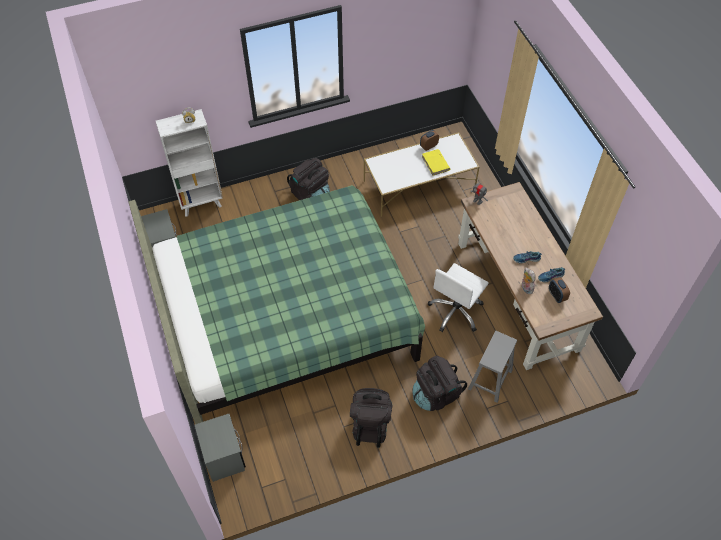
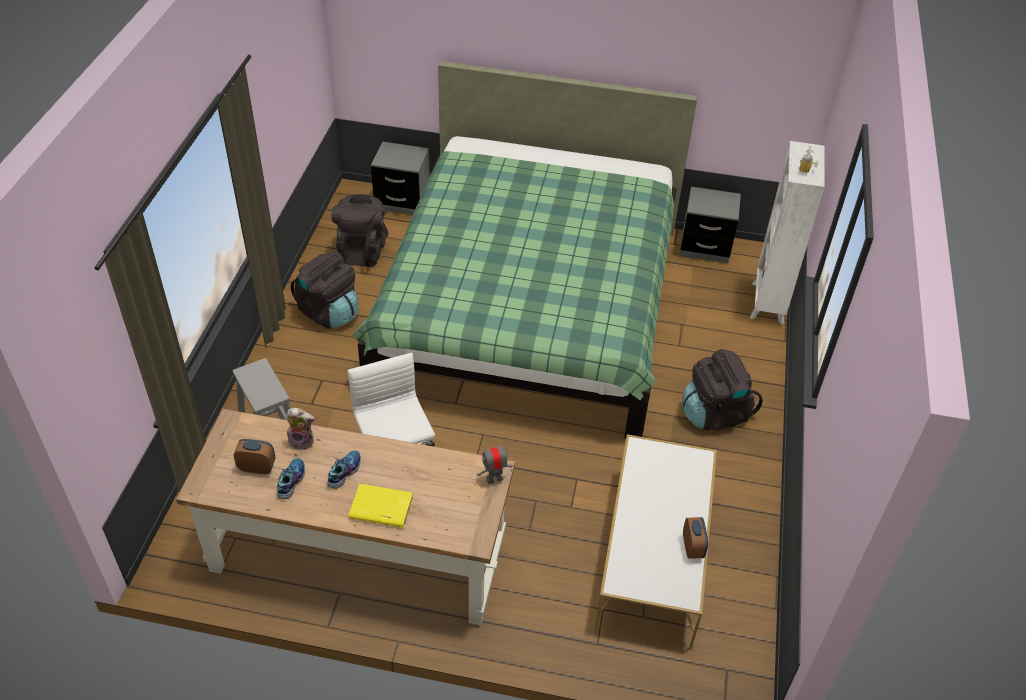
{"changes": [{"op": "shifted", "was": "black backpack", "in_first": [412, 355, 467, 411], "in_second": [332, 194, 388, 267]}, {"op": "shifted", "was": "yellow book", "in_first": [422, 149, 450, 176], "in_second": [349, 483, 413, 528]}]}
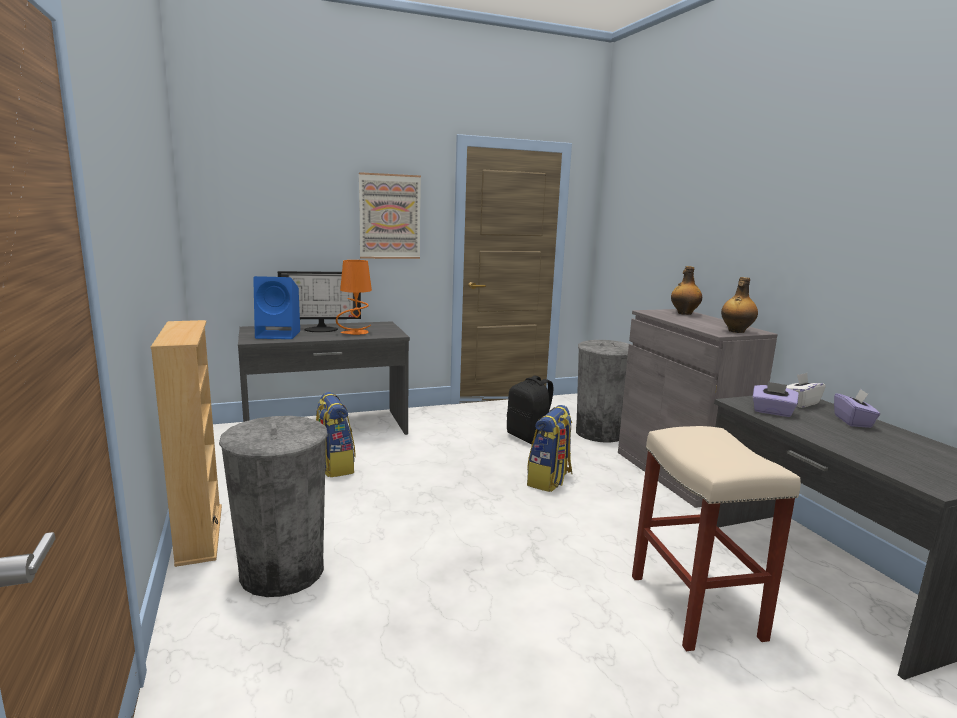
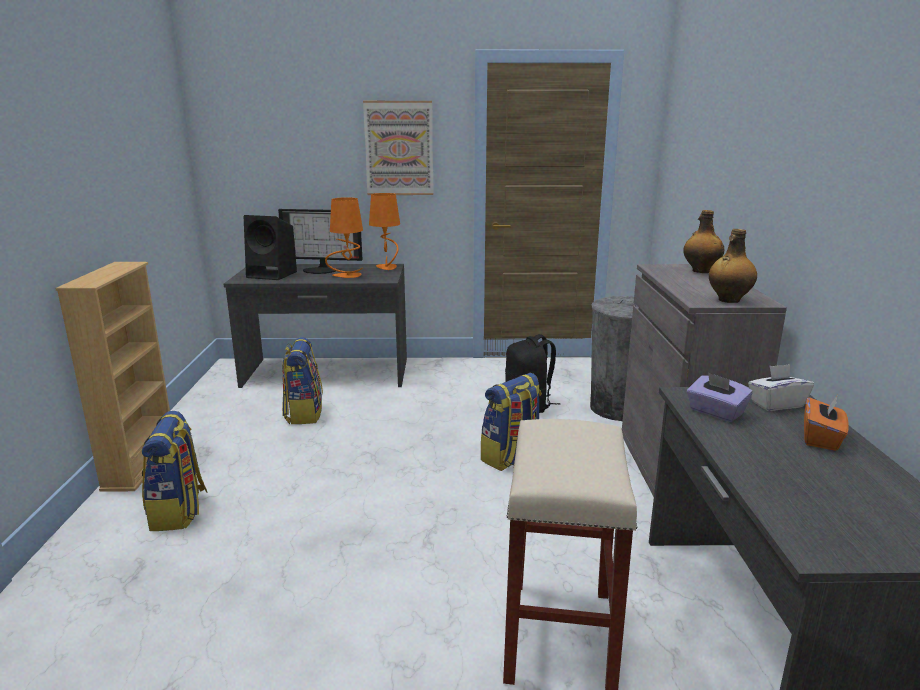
{"changes": [{"op": "swapped", "was": "grey trash can", "now": "backpack", "in_first": [219, 416, 328, 597], "in_second": [142, 411, 208, 531]}, {"op": "repainted", "was": "blue speaker", "now": "black speaker", "in_first": [253, 276, 300, 339], "in_second": [244, 215, 297, 280]}, {"op": "repainted", "was": "purple tissue box", "now": "orange tissue box", "in_first": [834, 389, 880, 428], "in_second": [804, 396, 849, 451]}, {"op": "new", "now": "orange table lamp", "in_second": [369, 193, 400, 270]}]}
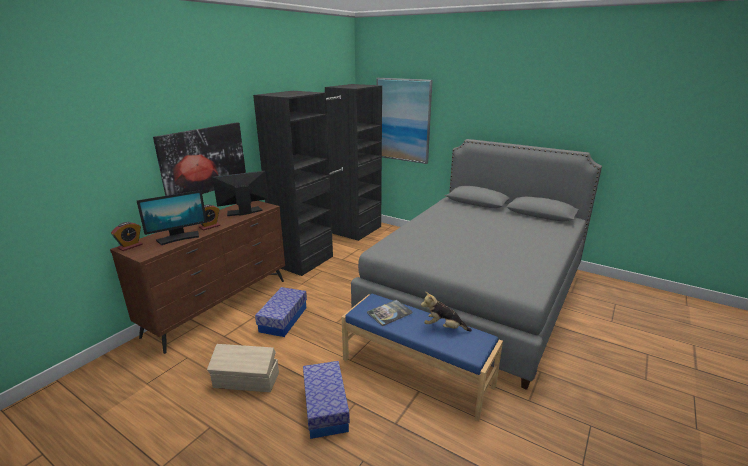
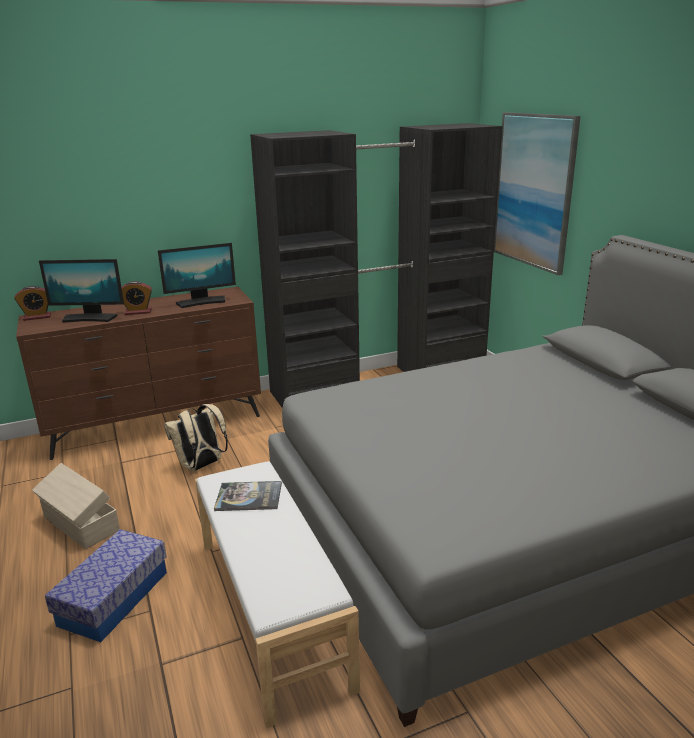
{"changes": [{"op": "gone", "was": "picture", "in_first": [153, 122, 246, 196]}, {"op": "rotated", "was": "monitor", "in_first": [212, 171, 268, 216], "in_second": [158, 243, 236, 308], "clockwise": 150}, {"op": "swapped", "was": "storage box", "now": "beige backpack", "in_first": [255, 287, 307, 337], "in_second": [164, 404, 228, 471]}, {"op": "repainted", "was": "blue bench", "now": "white bench", "in_first": [342, 294, 503, 421], "in_second": [195, 461, 360, 728]}, {"op": "gone", "was": "plush toy", "in_first": [421, 291, 472, 332]}]}
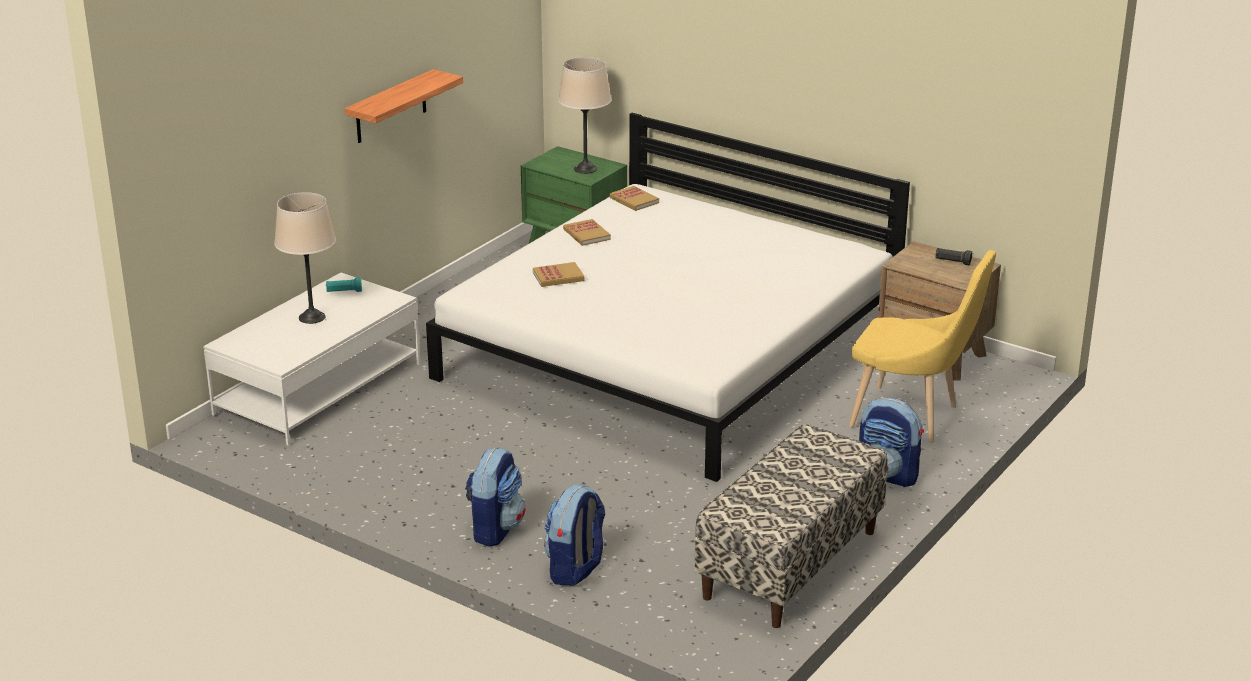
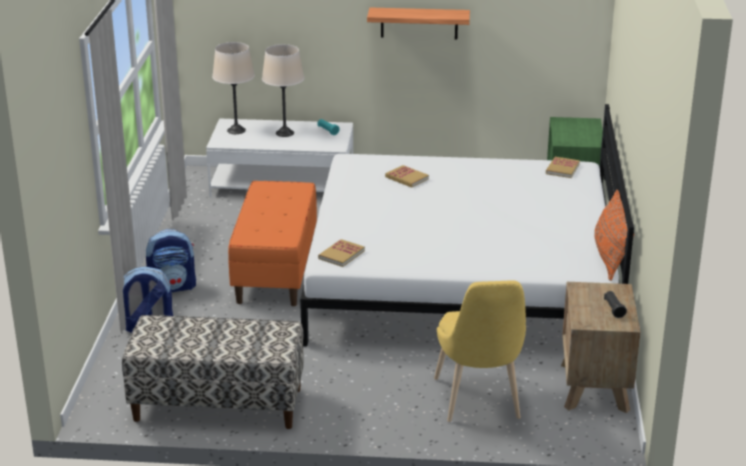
{"changes": [{"op": "shifted", "was": "beige table lamp", "in_first": [558, 57, 611, 174], "in_second": [212, 42, 255, 134]}, {"op": "shifted", "was": "book", "in_first": [563, 219, 611, 246], "in_second": [318, 239, 365, 267]}, {"op": "gone", "was": "backpack", "in_first": [859, 398, 924, 487]}, {"op": "new", "now": "orange bench", "in_second": [228, 181, 317, 306]}, {"op": "new", "now": "orange pillow", "in_second": [594, 190, 634, 281]}]}
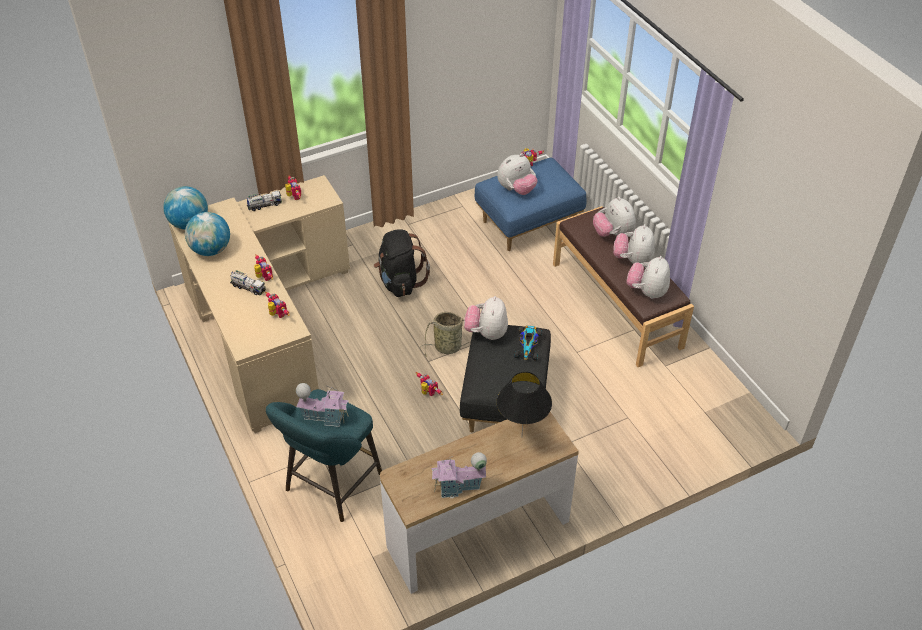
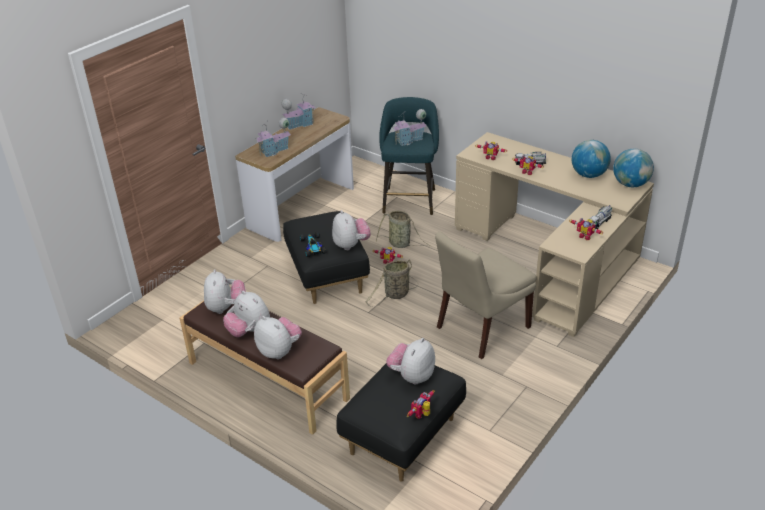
{"changes": [{"op": "swapped", "was": "black backpack", "now": "beige chair", "in_first": [374, 229, 430, 297], "in_second": [435, 232, 536, 359]}, {"op": "repainted", "was": "blue ottoman", "now": "black ottoman", "in_first": [475, 158, 586, 251], "in_second": [336, 363, 466, 482]}, {"op": "swapped", "was": "black table lamp", "now": "toy house", "in_first": [497, 372, 552, 434], "in_second": [256, 118, 291, 157]}, {"op": "rotated", "was": "plush toy", "in_first": [613, 224, 655, 264], "in_second": [223, 290, 270, 337], "clockwise": 150}, {"op": "new", "now": "basket", "in_second": [376, 211, 431, 248]}]}
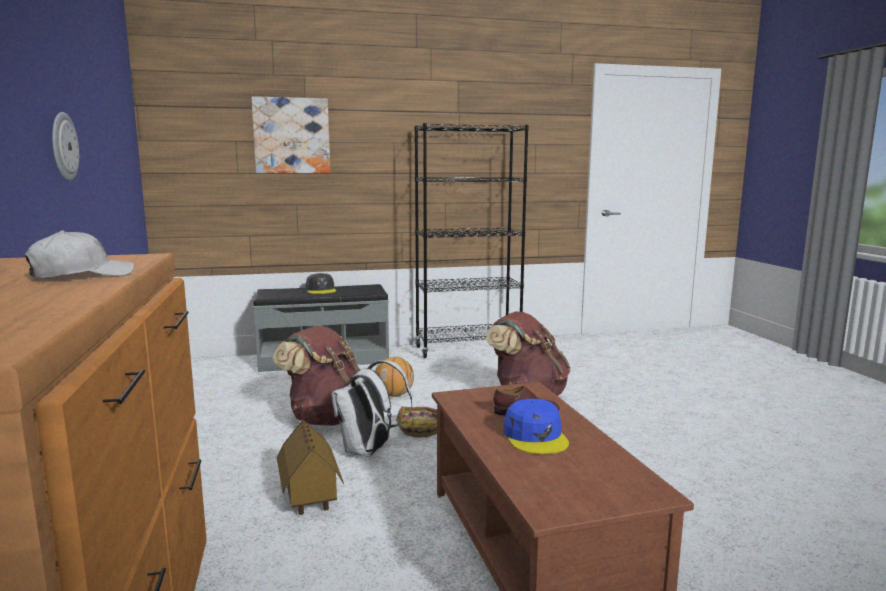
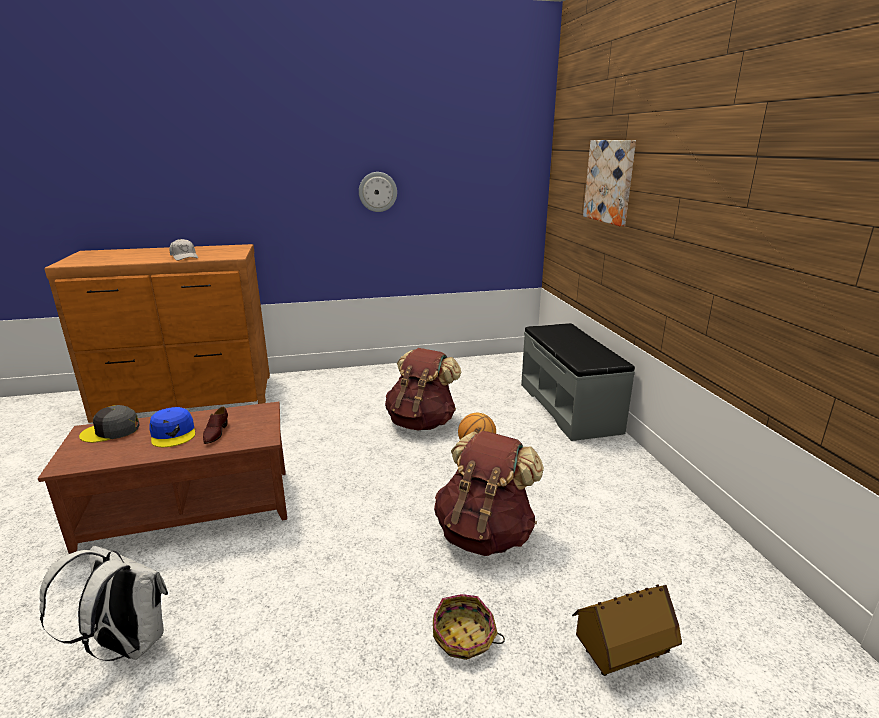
{"changes": [{"op": "shifted", "was": "toy house", "in_first": [277, 419, 344, 515], "in_second": [572, 584, 682, 676]}, {"op": "shifted", "was": "grey cap", "in_first": [306, 273, 336, 294], "in_second": [79, 405, 139, 443]}, {"op": "shifted", "was": "white backpack", "in_first": [331, 360, 412, 457], "in_second": [40, 546, 168, 661]}, {"op": "shifted", "was": "basket", "in_first": [396, 407, 437, 438], "in_second": [433, 594, 505, 660]}, {"op": "gone", "was": "black bookcase", "in_first": [414, 123, 529, 358]}, {"op": "rotated", "was": "blue cap", "in_first": [504, 399, 569, 454], "in_second": [149, 407, 195, 447], "clockwise": -105}]}
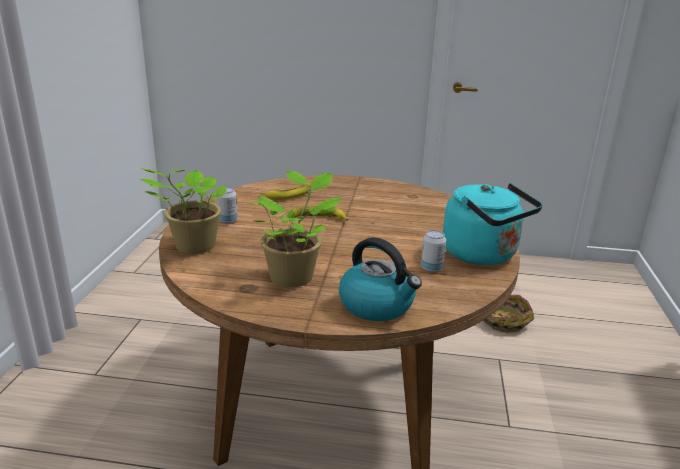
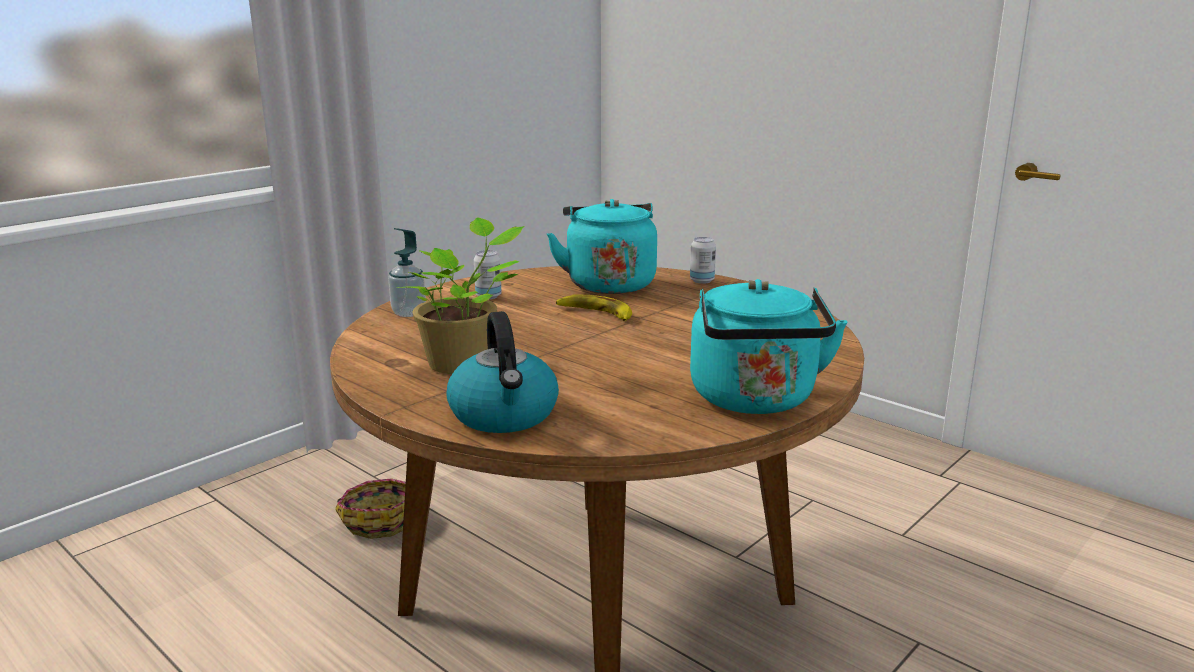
{"changes": [{"op": "swapped", "was": "potted plant", "now": "soap dispenser", "in_first": [140, 168, 227, 254], "in_second": [388, 228, 426, 317]}, {"op": "swapped", "was": "banana", "now": "turquoise kettle", "in_first": [260, 182, 311, 200], "in_second": [547, 199, 657, 294]}, {"op": "shifted", "was": "can", "in_first": [421, 230, 446, 272], "in_second": [690, 237, 716, 284]}, {"op": "shifted", "was": "basket", "in_first": [484, 295, 534, 333], "in_second": [335, 478, 406, 539]}]}
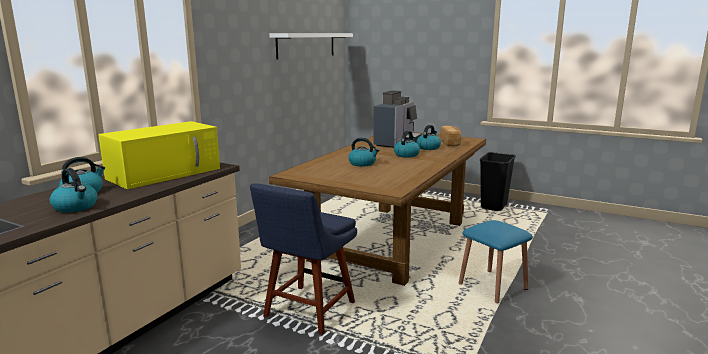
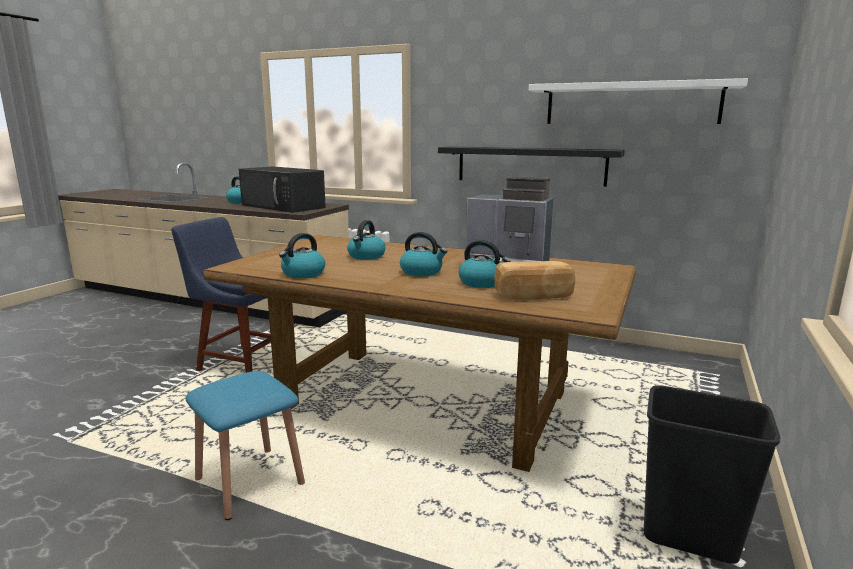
{"changes": [{"op": "shifted", "was": "kettle", "in_first": [50, 168, 97, 212], "in_second": [279, 233, 325, 278]}, {"op": "repainted", "was": "yellow microwave", "now": "black microwave", "in_first": [98, 121, 220, 189], "in_second": [239, 166, 326, 213]}, {"op": "new", "now": "black shelf", "in_second": [438, 146, 625, 187]}]}
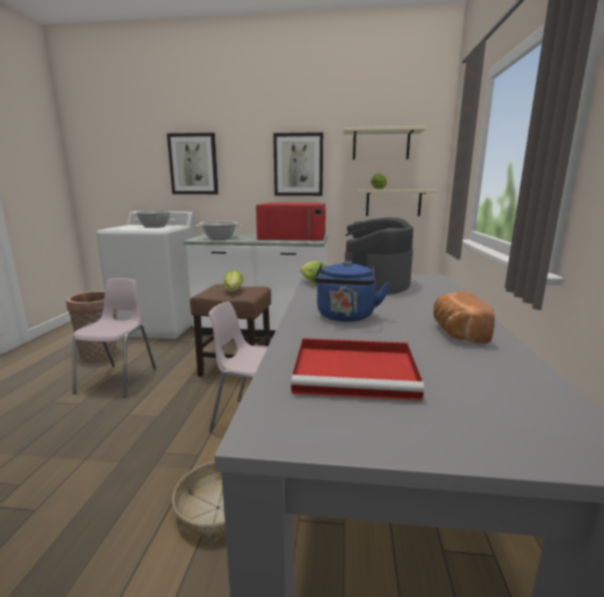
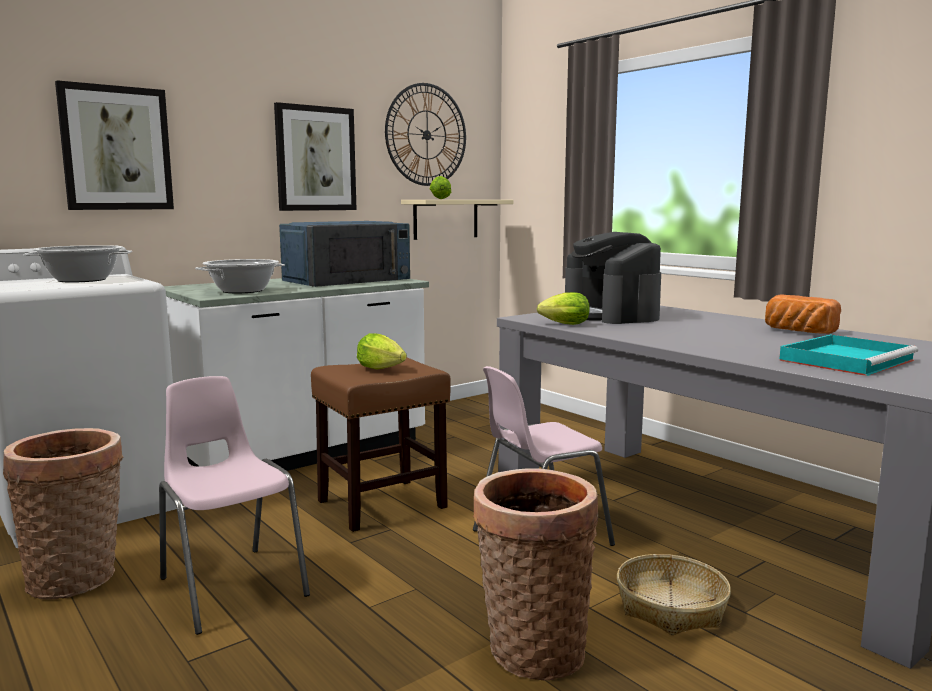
{"changes": [{"op": "repainted", "was": "red microwave", "now": "blue microwave", "in_first": [256, 203, 326, 241], "in_second": [279, 221, 410, 287]}, {"op": "repainted", "was": "red tray", "now": "turquoise tray", "in_first": [291, 338, 424, 401], "in_second": [779, 334, 918, 376]}, {"op": "gone", "was": "blue kettle", "in_first": [314, 260, 390, 322]}, {"op": "swapped", "was": "beige shelf", "now": "wall clock", "in_first": [344, 126, 427, 160], "in_second": [385, 83, 466, 186]}, {"op": "new", "now": "basket", "in_second": [473, 468, 598, 680]}]}
